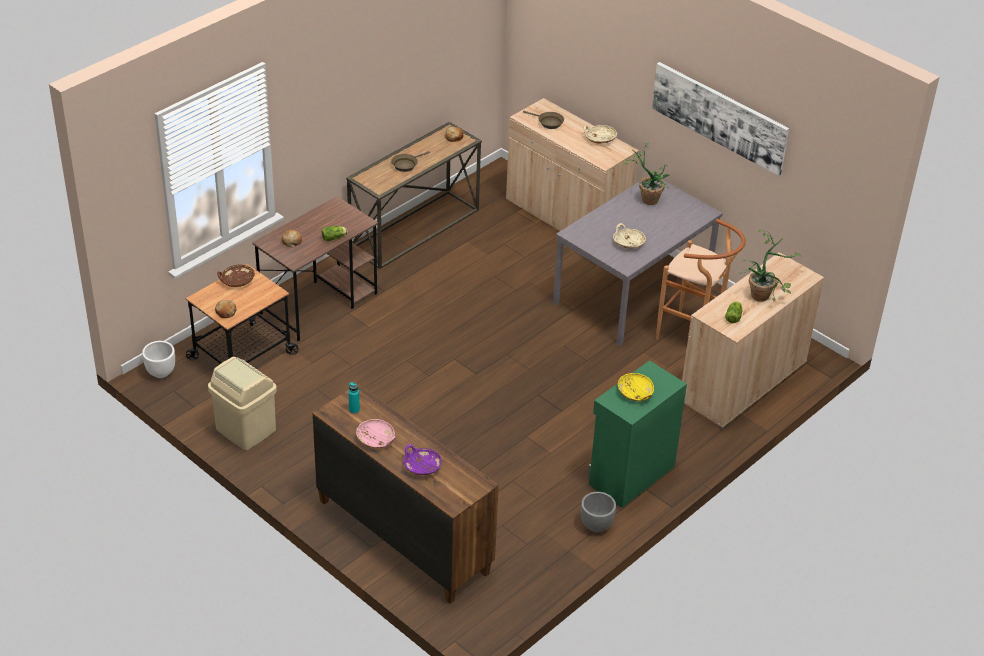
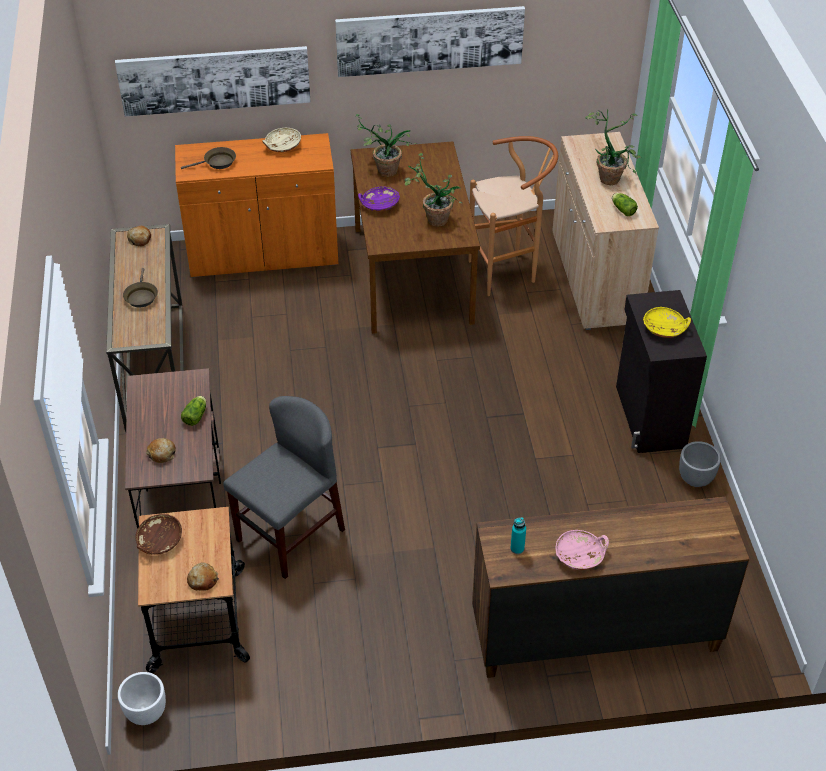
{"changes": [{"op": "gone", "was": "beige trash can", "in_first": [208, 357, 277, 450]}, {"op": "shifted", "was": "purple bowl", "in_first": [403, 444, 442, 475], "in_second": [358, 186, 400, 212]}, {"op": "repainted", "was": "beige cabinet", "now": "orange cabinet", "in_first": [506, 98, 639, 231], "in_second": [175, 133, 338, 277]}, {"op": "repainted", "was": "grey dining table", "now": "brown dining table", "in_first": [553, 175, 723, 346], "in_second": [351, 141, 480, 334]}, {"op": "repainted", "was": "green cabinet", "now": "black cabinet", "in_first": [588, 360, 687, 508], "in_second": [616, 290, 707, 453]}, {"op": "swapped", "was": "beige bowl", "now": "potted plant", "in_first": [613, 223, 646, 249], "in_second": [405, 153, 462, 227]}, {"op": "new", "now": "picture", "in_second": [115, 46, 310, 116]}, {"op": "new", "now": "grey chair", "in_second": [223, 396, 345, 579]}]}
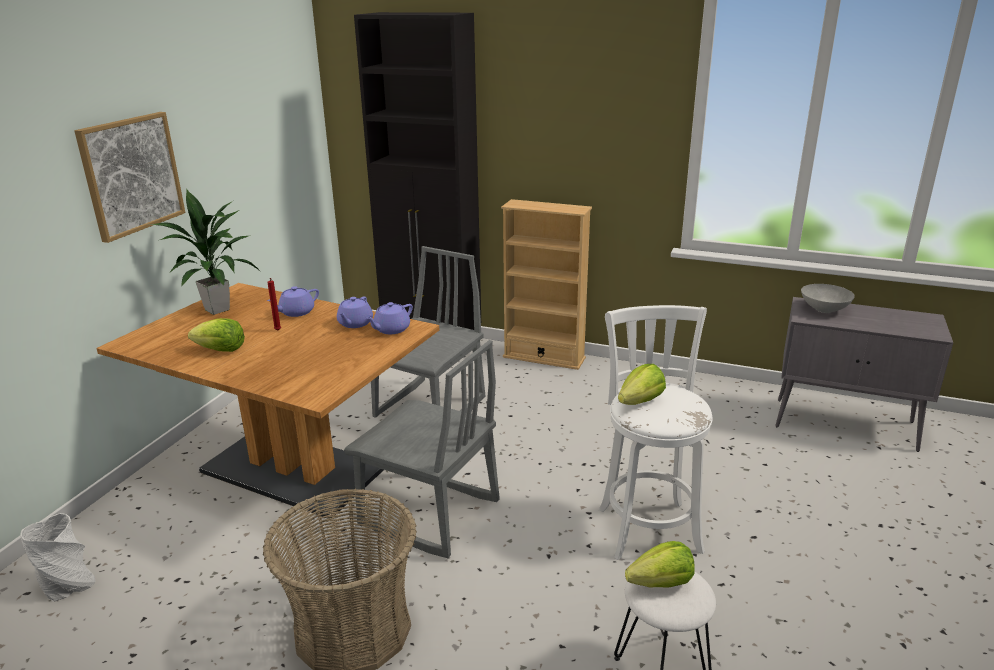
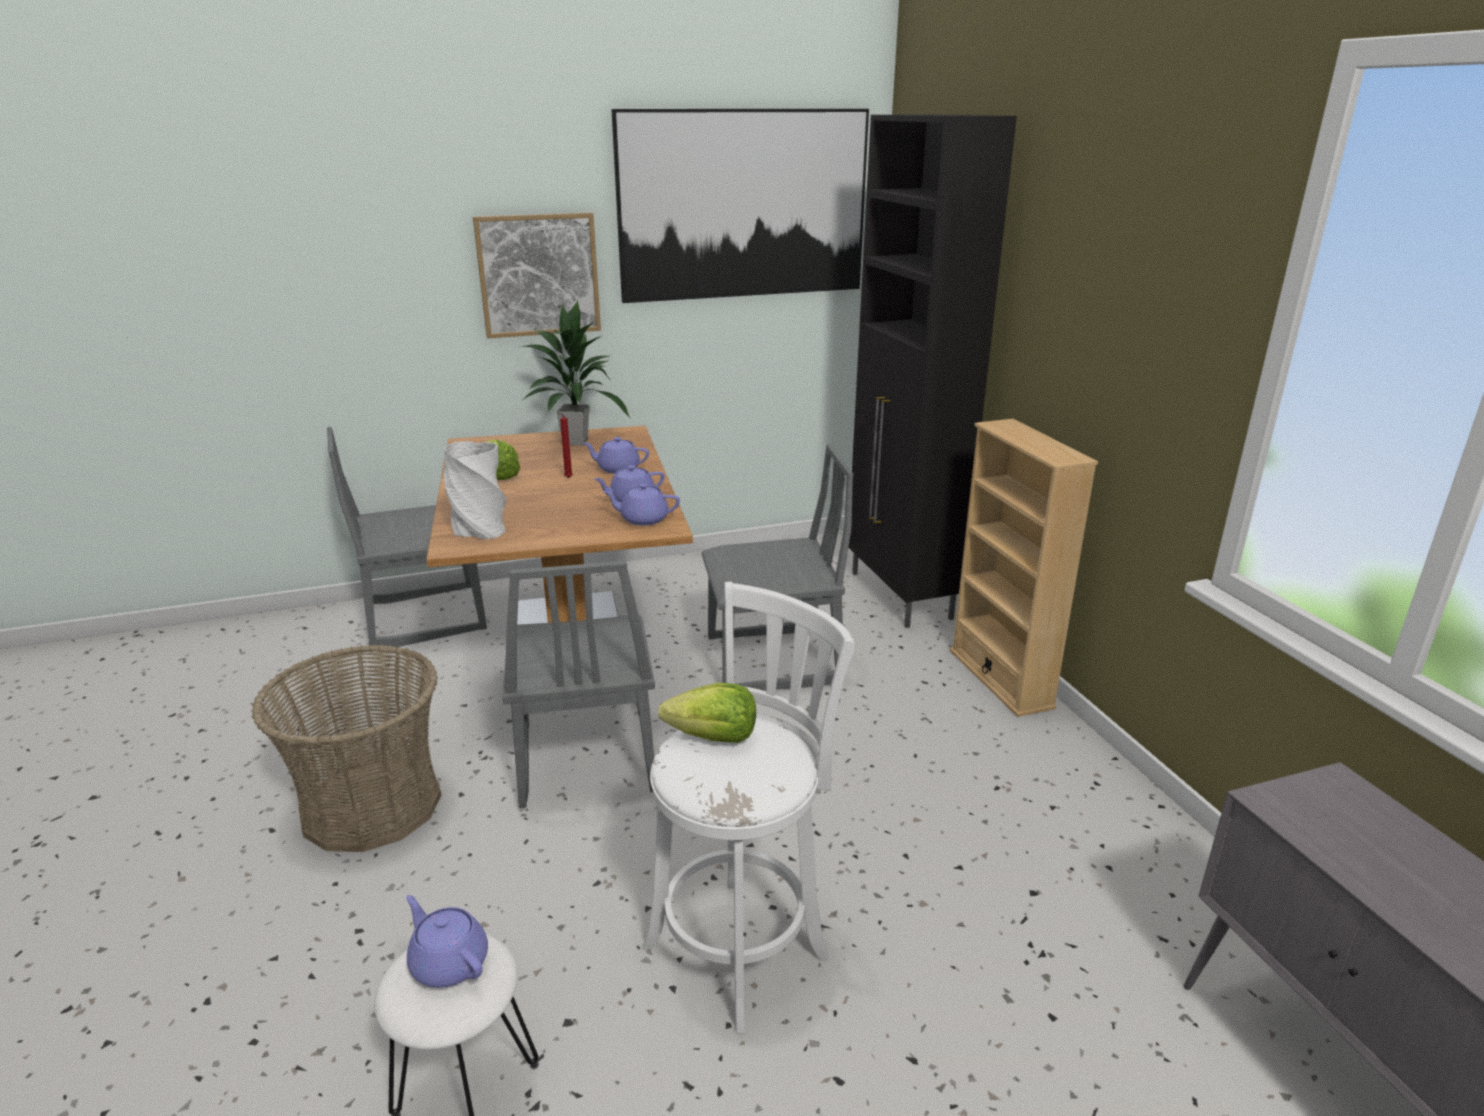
{"changes": [{"op": "shifted", "was": "white vase", "in_first": [20, 513, 96, 602], "in_second": [444, 442, 506, 539]}, {"op": "swapped", "was": "lettuce", "now": "purple teapot", "in_first": [625, 541, 695, 587], "in_second": [406, 895, 488, 988]}, {"op": "gone", "was": "grey bowl", "in_first": [801, 284, 855, 313]}, {"op": "new", "now": "grey chair", "in_second": [327, 426, 487, 647]}, {"op": "new", "now": "picture", "in_second": [611, 109, 869, 303]}]}
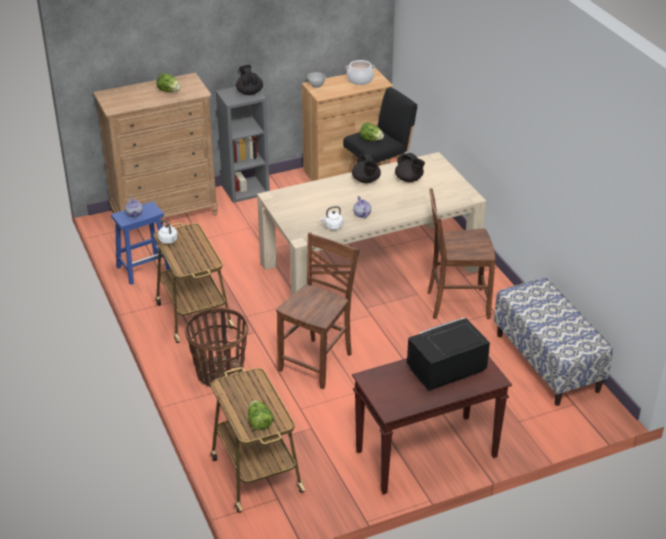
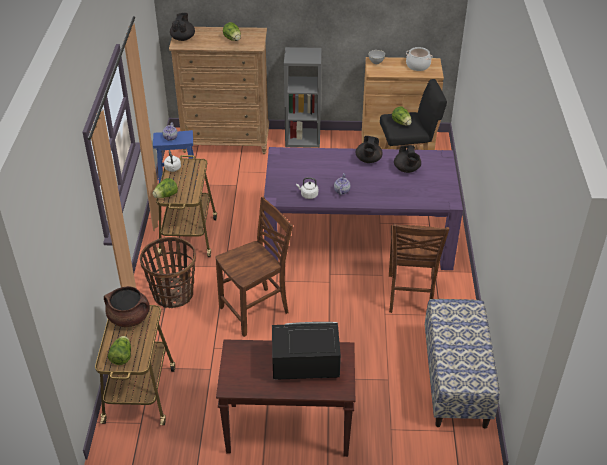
{"changes": [{"op": "shifted", "was": "black teapot", "in_first": [236, 65, 263, 95], "in_second": [170, 13, 195, 41]}, {"op": "repainted", "was": "beige dining table", "now": "purple dining table", "in_first": [257, 152, 487, 296], "in_second": [264, 147, 463, 270]}, {"op": "rotated", "was": "brown chair", "in_first": [427, 188, 496, 319], "in_second": [389, 224, 449, 313], "clockwise": -105}, {"op": "new", "now": "brown cooking pot", "in_second": [104, 286, 150, 327]}, {"op": "new", "now": "lettuce", "in_second": [153, 178, 178, 198]}]}
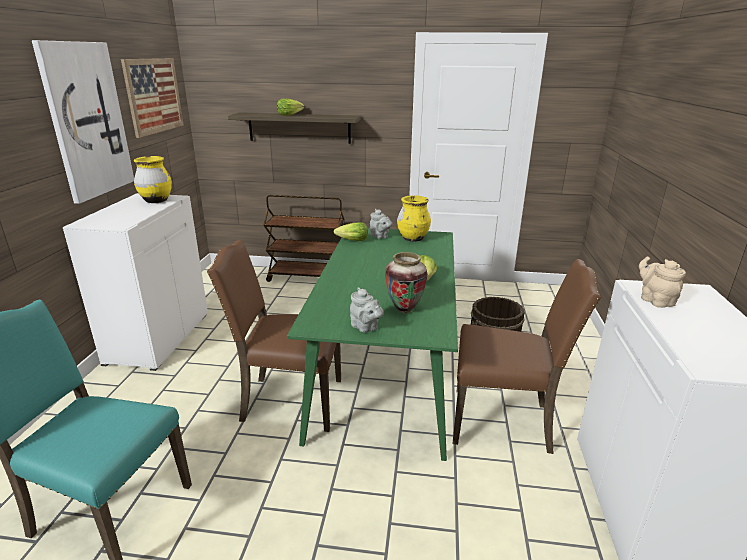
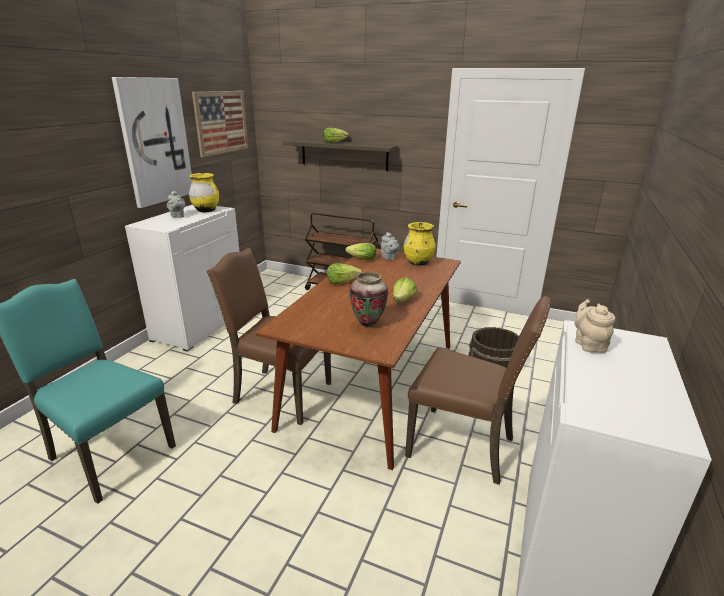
{"changes": [{"op": "repainted", "was": "green dining table", "now": "brown dining table", "in_first": [287, 228, 458, 461], "in_second": [256, 248, 461, 470]}, {"op": "shifted", "was": "grey teapot", "in_first": [350, 287, 384, 333], "in_second": [167, 191, 185, 218]}, {"op": "new", "now": "lettuce", "in_second": [327, 263, 362, 284]}]}
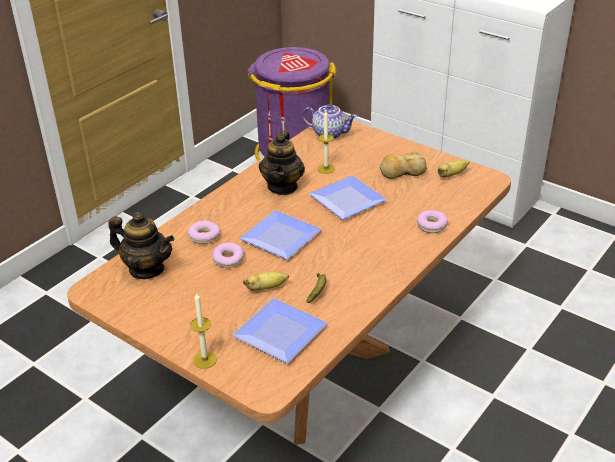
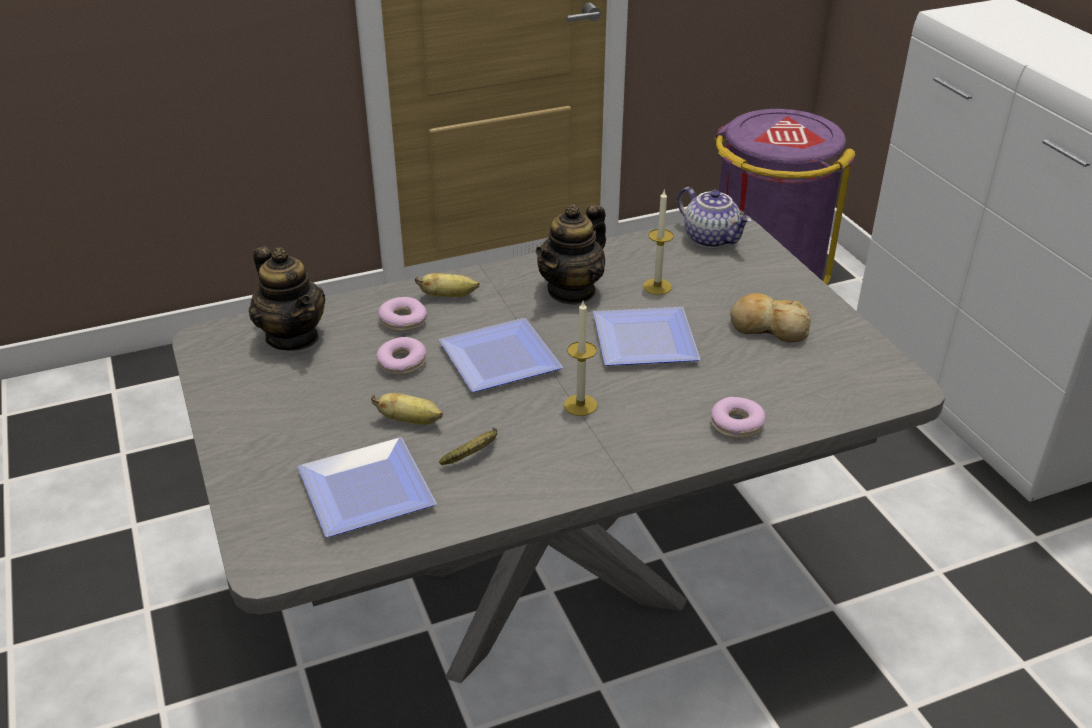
{"changes": [{"op": "repainted", "was": "brown dining table", "now": "grey dining table", "in_first": [67, 118, 511, 445], "in_second": [172, 215, 945, 683]}, {"op": "shifted", "was": "candle", "in_first": [190, 292, 217, 369], "in_second": [564, 301, 597, 416]}, {"op": "shifted", "was": "banana", "in_first": [438, 160, 470, 177], "in_second": [415, 273, 479, 297]}]}
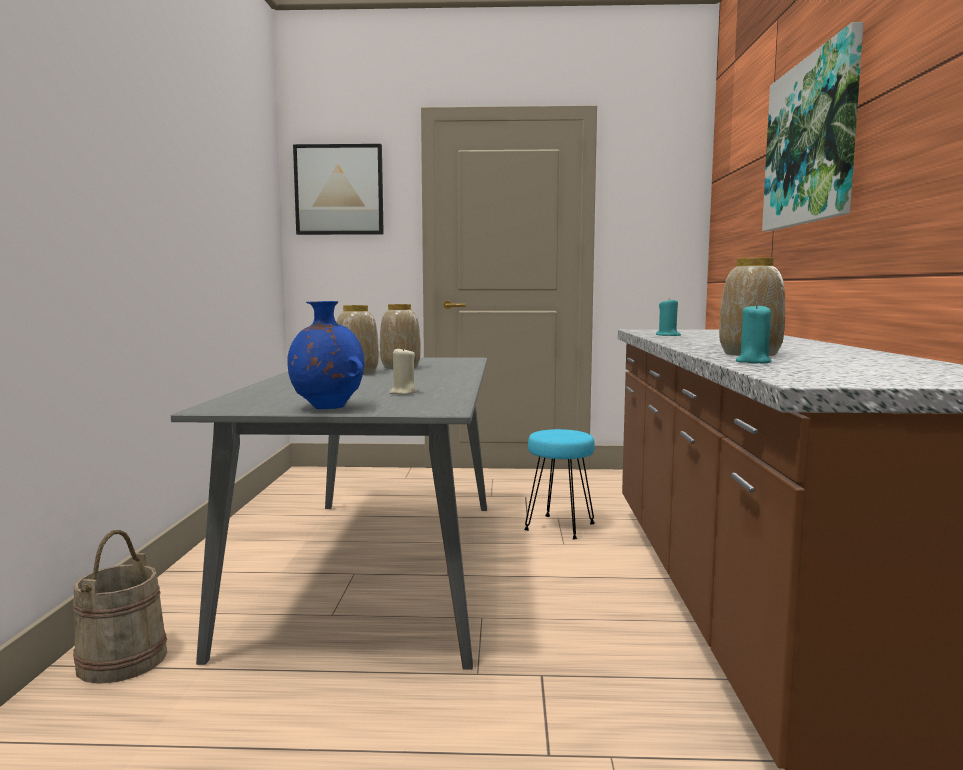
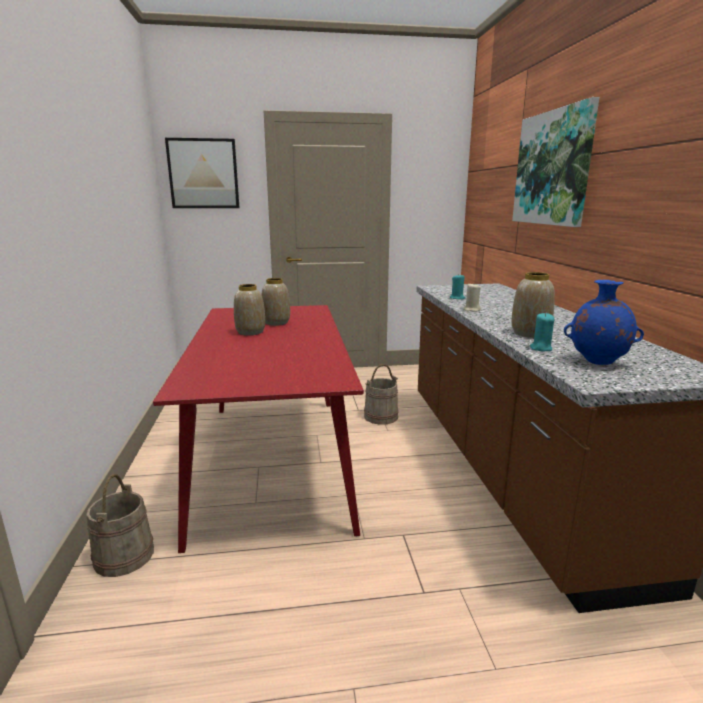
{"changes": [{"op": "repainted", "was": "grey dining table", "now": "red dining table", "in_first": [171, 357, 487, 670], "in_second": [153, 305, 364, 553]}, {"op": "shifted", "was": "blue vase", "in_first": [287, 301, 365, 409], "in_second": [564, 280, 644, 365]}, {"op": "shifted", "was": "beige candle", "in_first": [389, 347, 418, 395], "in_second": [463, 284, 481, 312]}, {"op": "swapped", "was": "turquoise stool", "now": "beige bucket", "in_first": [524, 429, 595, 539], "in_second": [364, 364, 399, 425]}]}
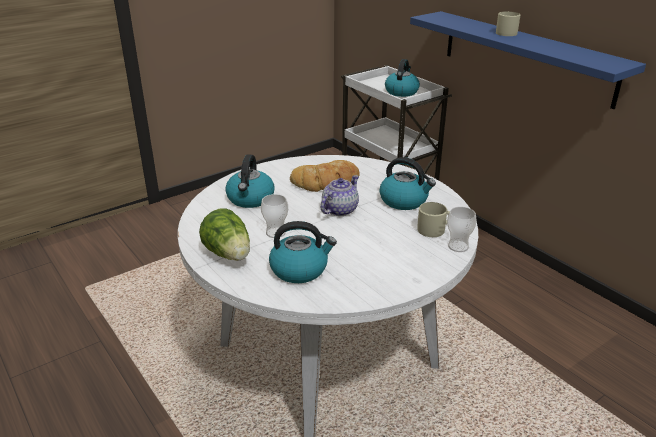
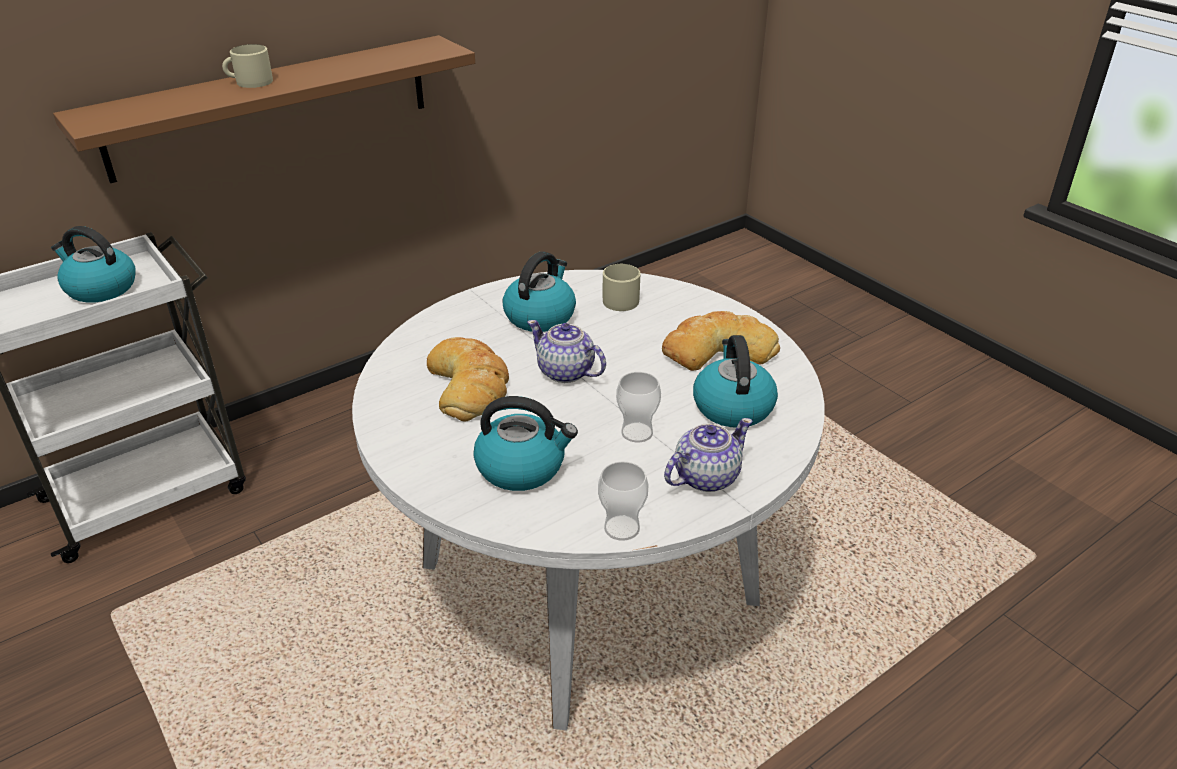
{"changes": [{"op": "swapped", "was": "lettuce", "now": "teapot", "in_first": [199, 208, 250, 261], "in_second": [664, 418, 752, 492]}, {"op": "repainted", "was": "blue shelf", "now": "brown shelf", "in_first": [410, 11, 646, 109], "in_second": [53, 35, 475, 183]}, {"op": "shifted", "was": "cup", "in_first": [447, 207, 477, 252], "in_second": [598, 461, 649, 541]}, {"op": "new", "now": "bread", "in_second": [662, 311, 780, 371]}]}
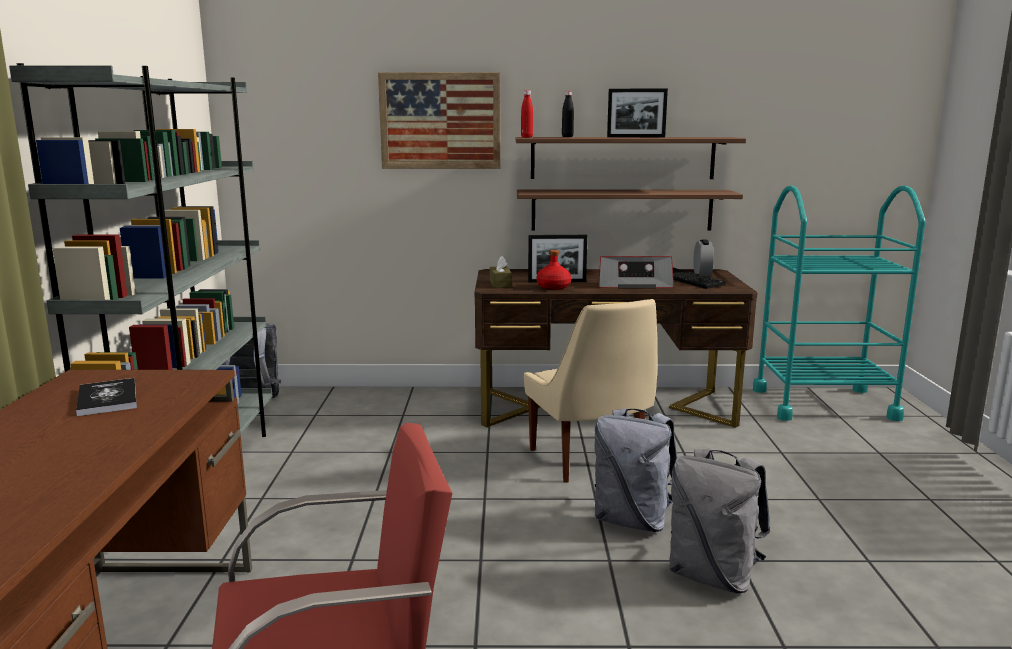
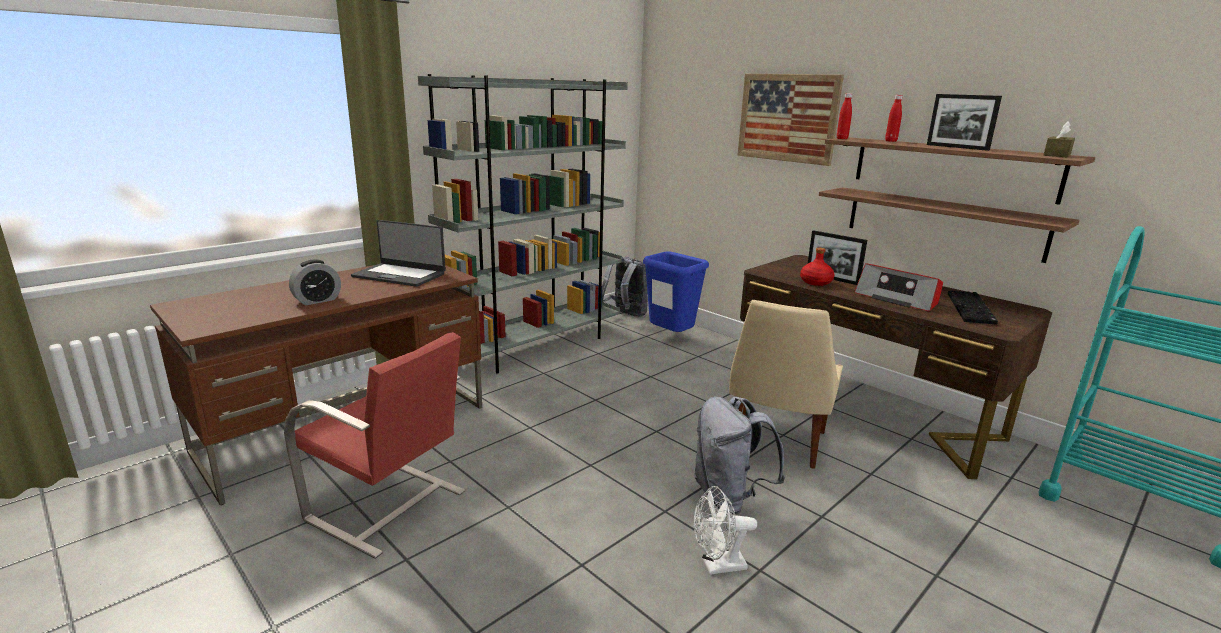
{"changes": [{"op": "swapped", "was": "book", "now": "laptop", "in_first": [76, 378, 137, 417], "in_second": [351, 220, 446, 287]}, {"op": "shifted", "was": "brown tissue box", "in_first": [490, 256, 512, 288], "in_second": [1044, 121, 1075, 157]}, {"op": "repainted", "was": "black bottle", "now": "red bottle", "in_first": [562, 91, 574, 137], "in_second": [885, 95, 903, 142]}, {"op": "swapped", "was": "grey backpack", "now": "white fan", "in_first": [669, 448, 770, 593], "in_second": [694, 486, 757, 575]}, {"op": "shifted", "was": "alarm clock", "in_first": [693, 240, 714, 276], "in_second": [289, 259, 341, 305]}, {"op": "new", "now": "blue trash can", "in_second": [643, 251, 709, 332]}]}
